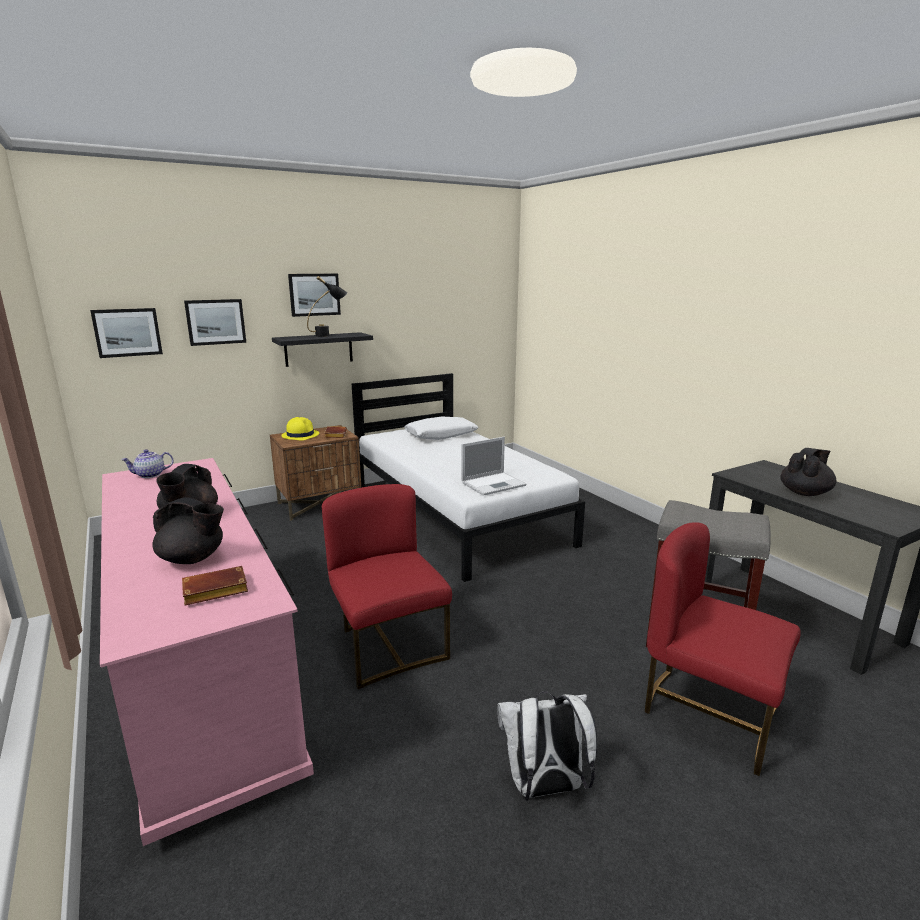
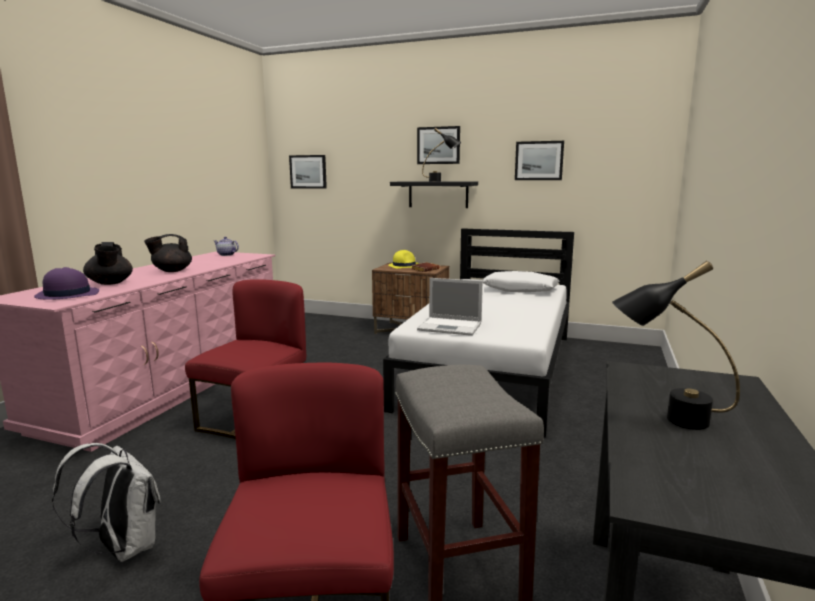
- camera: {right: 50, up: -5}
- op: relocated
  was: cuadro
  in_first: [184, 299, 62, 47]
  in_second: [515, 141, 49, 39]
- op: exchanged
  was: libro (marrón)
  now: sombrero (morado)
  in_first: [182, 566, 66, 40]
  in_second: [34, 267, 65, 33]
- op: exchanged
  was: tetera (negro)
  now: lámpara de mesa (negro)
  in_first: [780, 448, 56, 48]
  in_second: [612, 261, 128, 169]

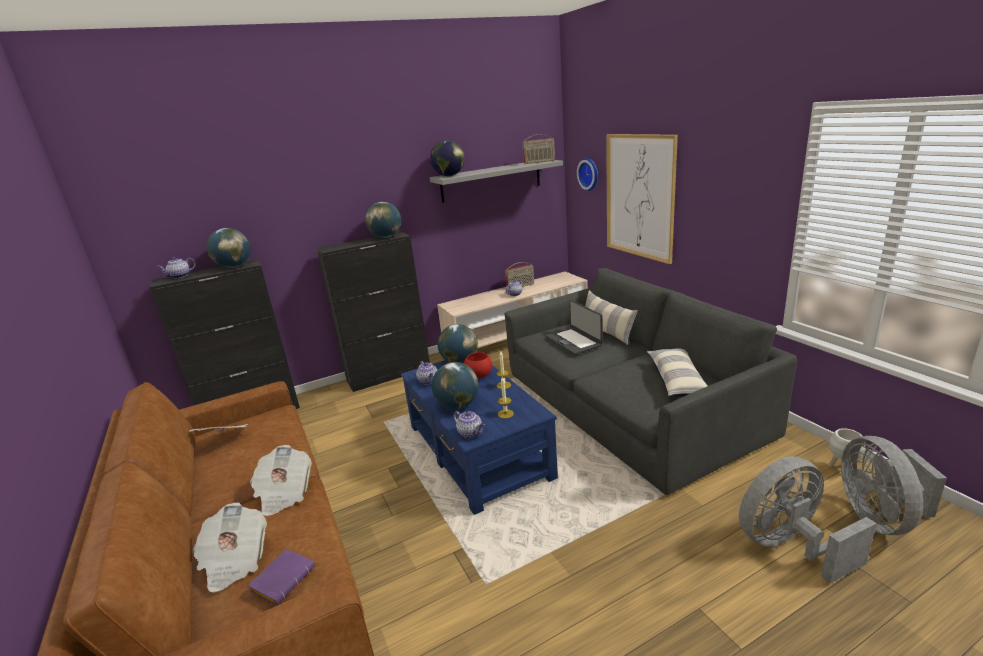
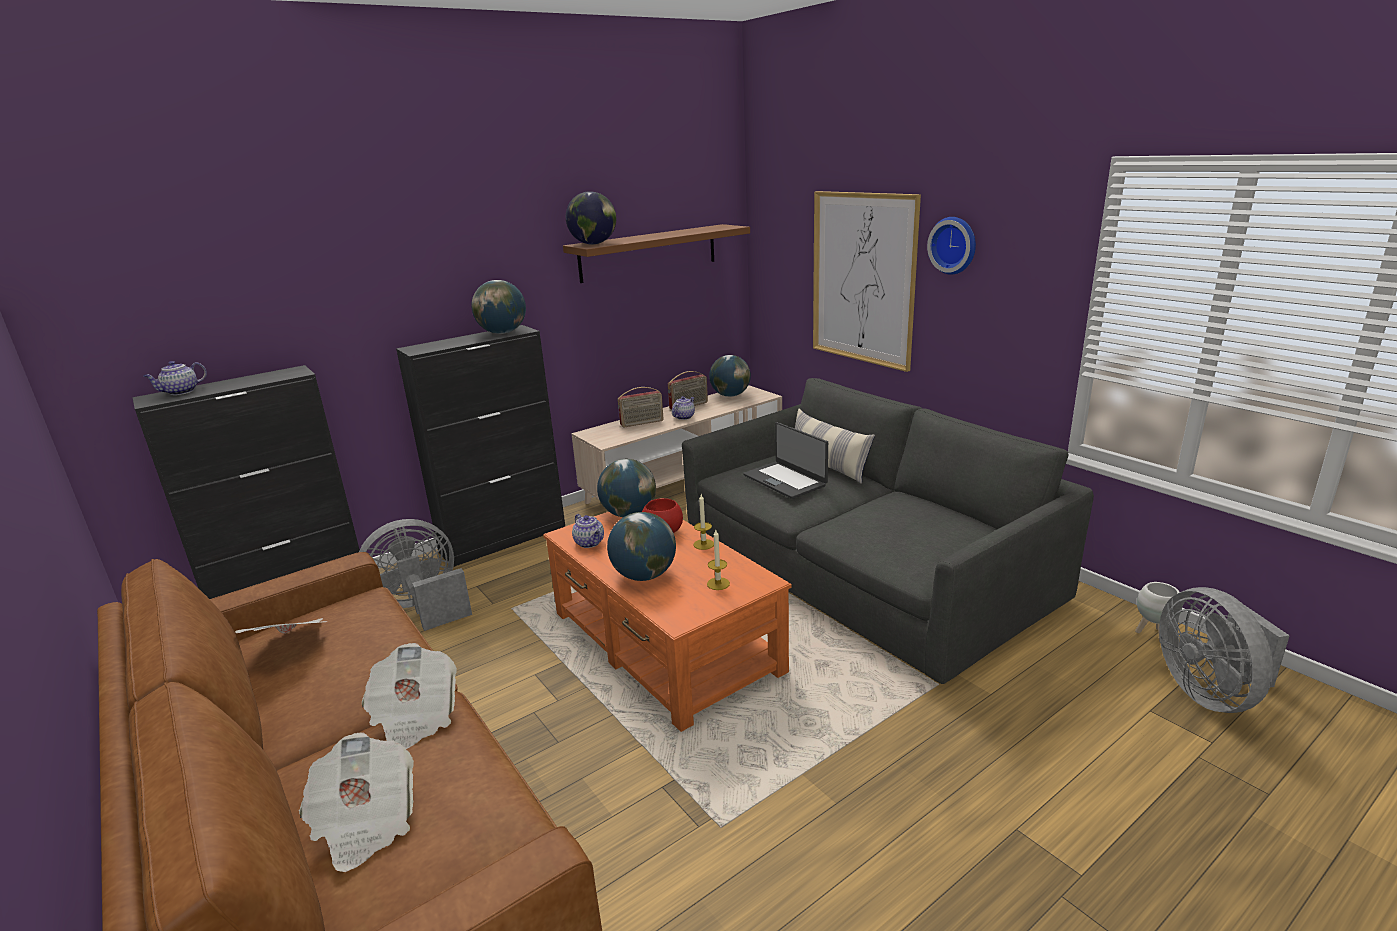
- camera: {right: -10, up: 0}
- op: missing
  was: libro (morado)
  in_first: [248, 549, 67, 57]
- op: missing
  was: tetera
  in_first: [453, 411, 31, 27]
- op: missing
  was: cojín
  in_first: [647, 349, 60, 48]
- op: relocated
  was: globo terráqueo
  in_first: [207, 228, 44, 40]
  in_second: [709, 355, 42, 42]
- op: relocated
  was: radio
  in_first: [523, 134, 32, 30]
  in_second: [618, 387, 45, 40]
- op: relocated
  was: reloj de pared
  in_first: [577, 158, 21, 33]
  in_second: [927, 217, 49, 58]
- op: relocated
  was: ventilador (gris)
  in_first: [739, 456, 138, 127]
  in_second: [359, 519, 113, 112]
- op: colour
  was: mesa de centro (azul)
  now: mesa de centro (naranja)
  in_first: [401, 360, 157, 155]
  in_second: [543, 512, 249, 220]
- op: colour
  was: estante (gris)
  now: estante (marrón)
  in_first: [430, 160, 133, 43]
  in_second: [563, 224, 187, 59]

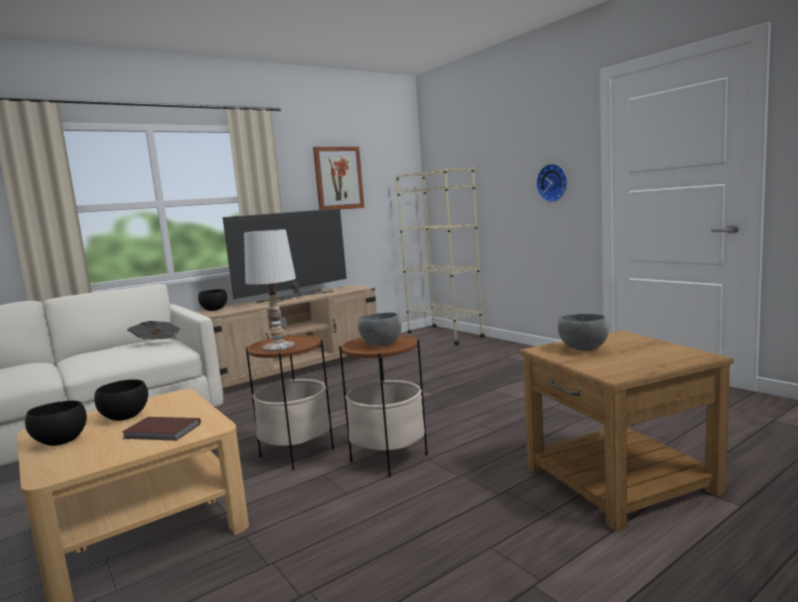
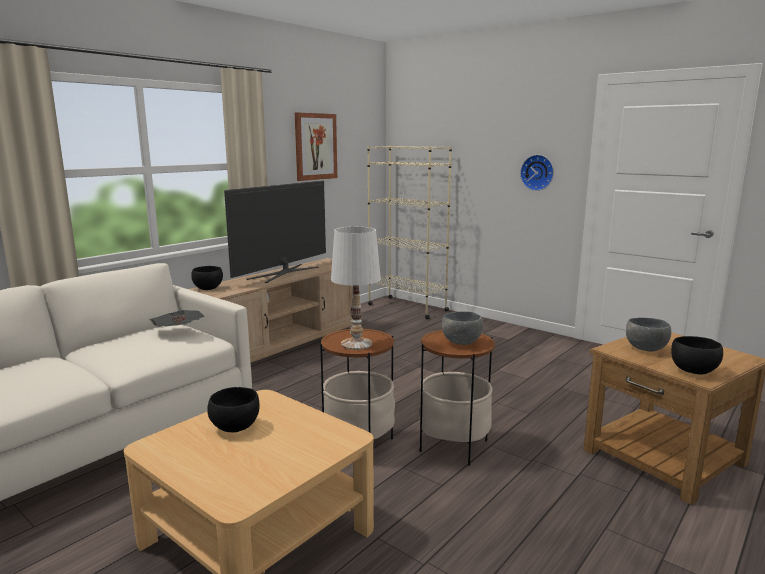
- camera: {right: -15, up: 5}
- op: missing
  was: libro (marrón)
  in_first: [122, 417, 79, 24]
- op: relocated
  was: cuenco (negro)
  in_first: [25, 401, 62, 45]
  in_second: [671, 336, 52, 39]

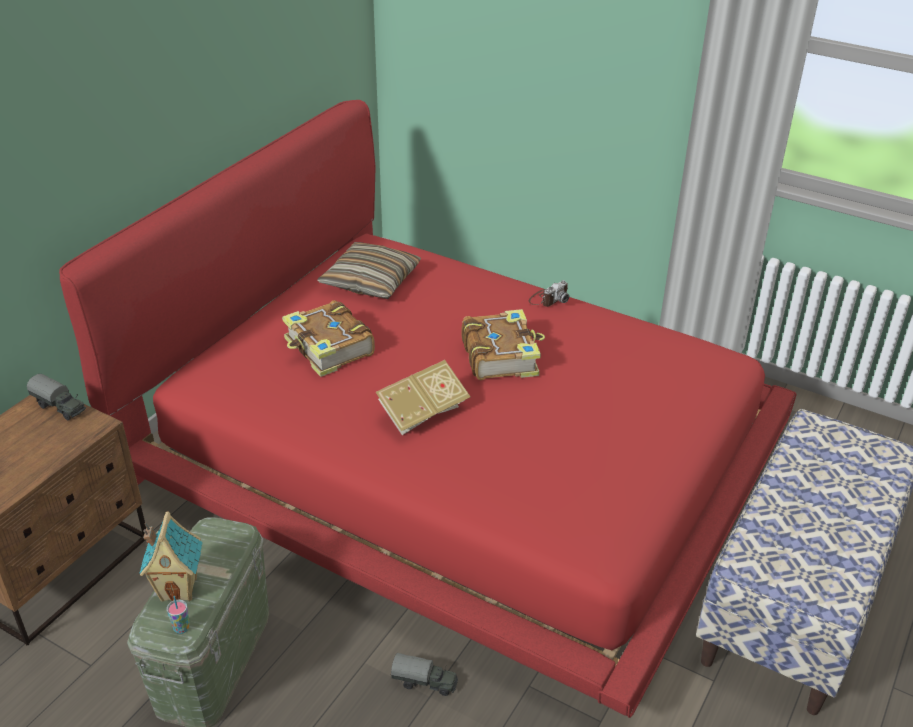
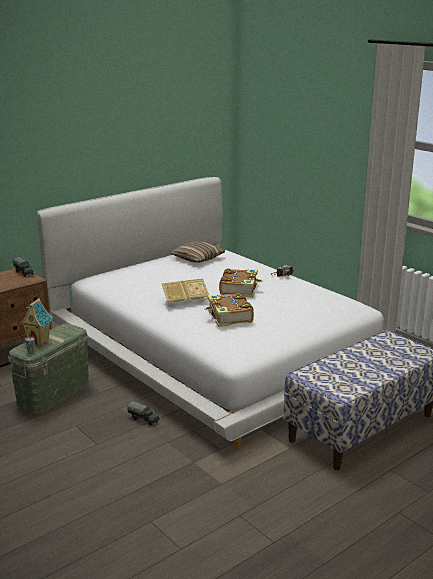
- camera: {right: 20, up: -15}
- op: relocated
  was: libro
  in_first: [282, 300, 93, 77]
  in_second: [205, 293, 49, 34]
- op: colour
  was: cama (rojo)
  now: cama (blanco)
  in_first: [59, 100, 737, 618]
  in_second: [37, 177, 347, 271]

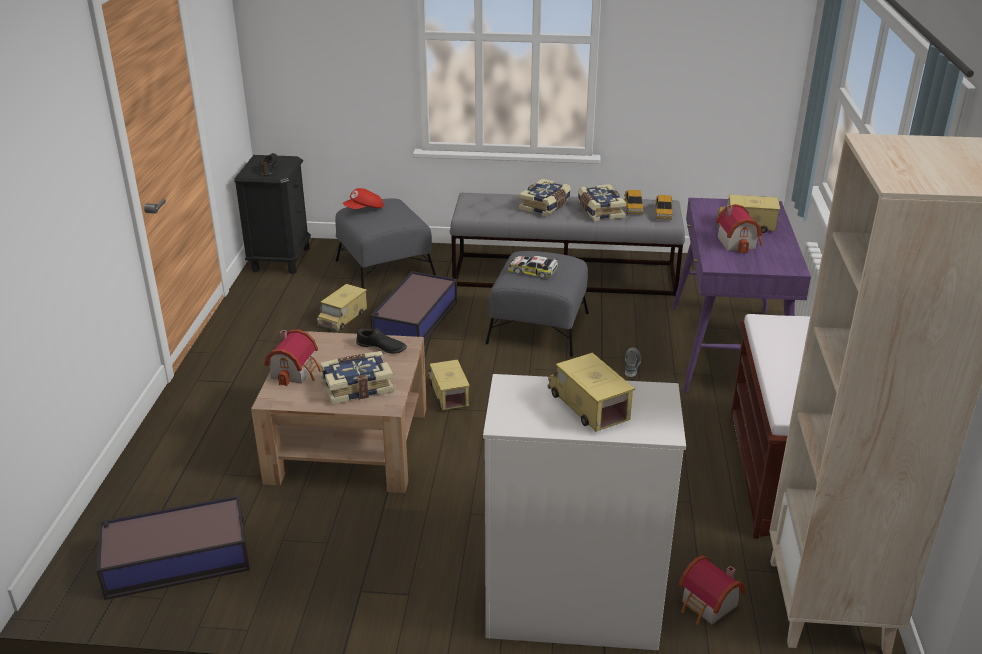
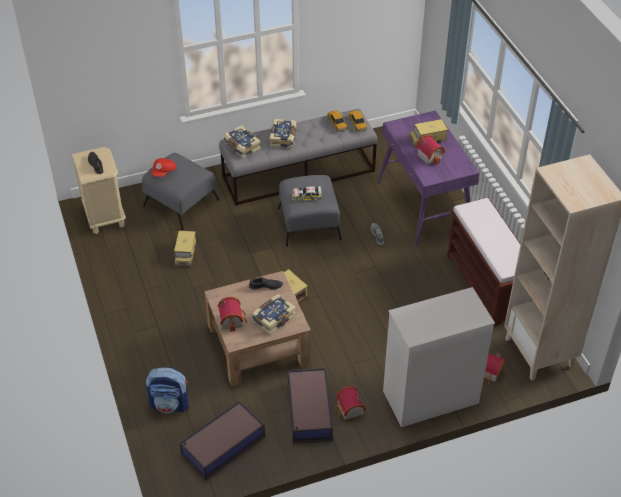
- camera: {right: -25, up: 15}
- op: missing
  was: camión de juguete
  in_first: [547, 353, 88, 79]
- op: appeared
  now: mochila
  in_second: [146, 367, 43, 46]
- op: appeared
  now: casita
  in_second: [334, 386, 32, 34]
- op: relocated
  was: caja de almacenaje
  in_first: [370, 271, 87, 72]
  in_second: [288, 368, 45, 76]
- op: relocated
  was: libro
  in_first: [578, 184, 49, 37]
  in_second: [224, 125, 37, 33]
- op: colour
  was: mesita de noche (negro)
  now: mesita de noche (beis)
  in_first: [234, 155, 77, 119]
  in_second: [72, 147, 54, 87]

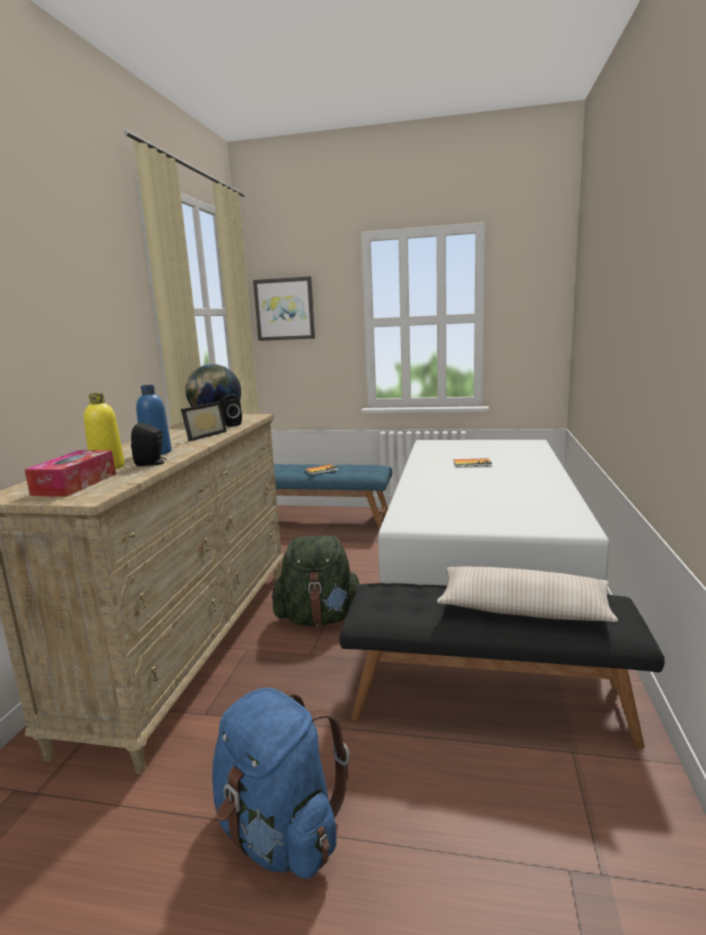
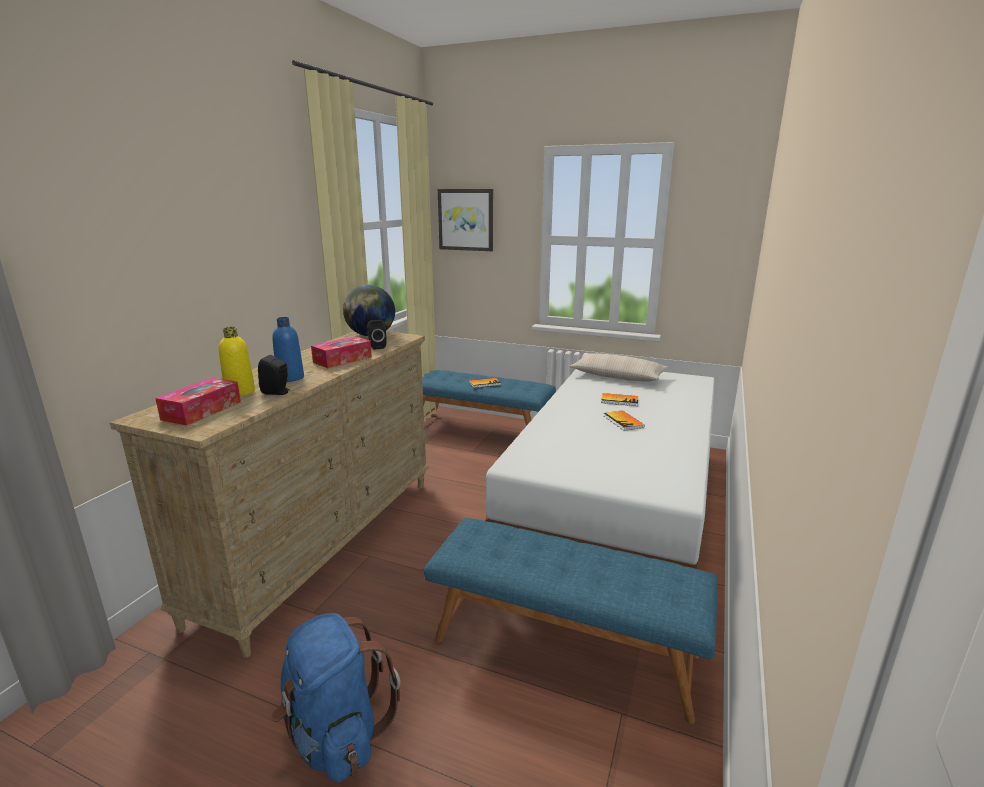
- camera: {right: 10, up: 5}
- op: missing
  was: mochila (verde)
  in_first: [272, 535, 89, 91]
- op: appeared
  now: libro
  in_second: [604, 410, 41, 21]
- op: relocated
  was: cojín (beis)
  in_first: [437, 566, 181, 56]
  in_second: [569, 353, 99, 29]
- op: exchanged
  was: portarretratos
  now: caja de pañuelos
  in_first: [181, 401, 46, 41]
  in_second: [311, 336, 61, 32]
- op: colour
  was: banco (negro)
  now: banco (azul)
  in_first: [339, 583, 326, 166]
  in_second: [424, 518, 294, 206]

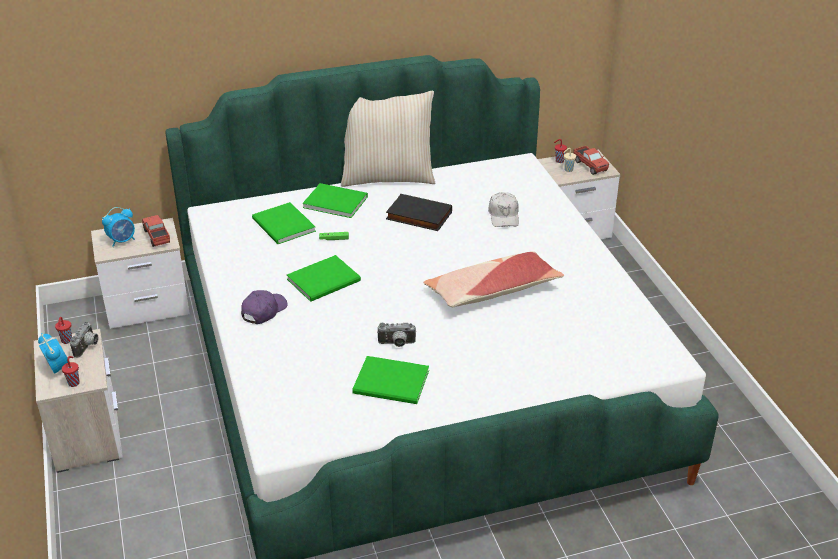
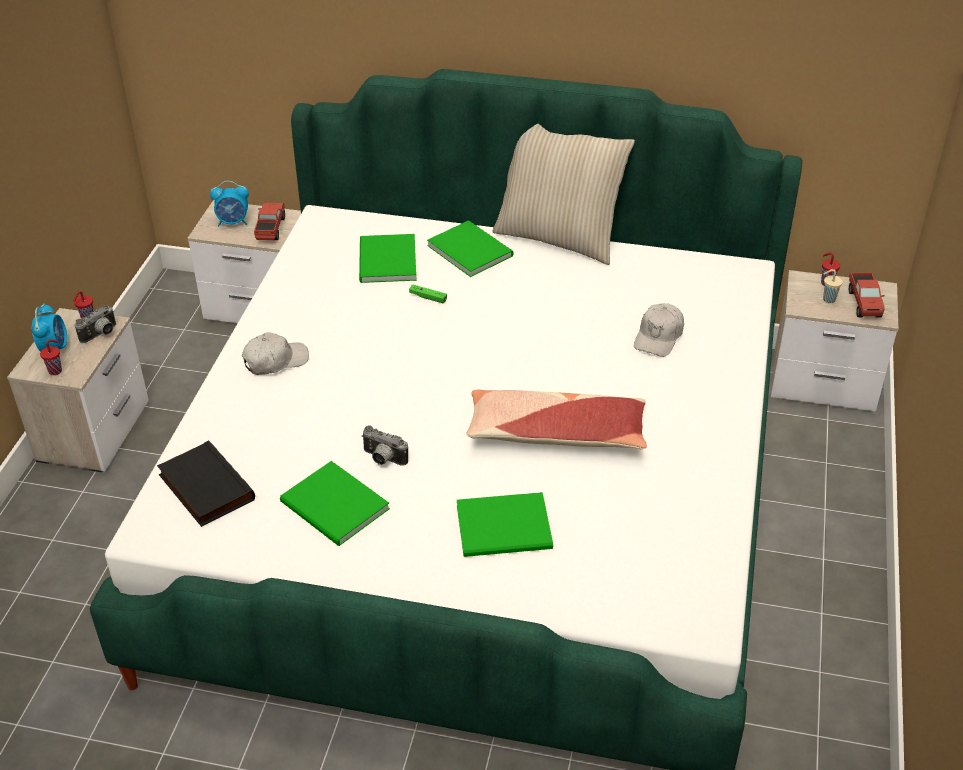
- camera: {right: 30, up: 5}
- op: relocated
  was: libro (verde)
  in_first: [287, 255, 74, 47]
  in_second: [457, 492, 96, 65]
- op: relocated
  was: libro (negro)
  in_first: [386, 194, 66, 37]
  in_second: [157, 440, 98, 87]
- op: colour
  was: gorra (morado)
  now: gorra (blanco)
  in_first: [241, 290, 47, 34]
  in_second: [242, 332, 67, 43]

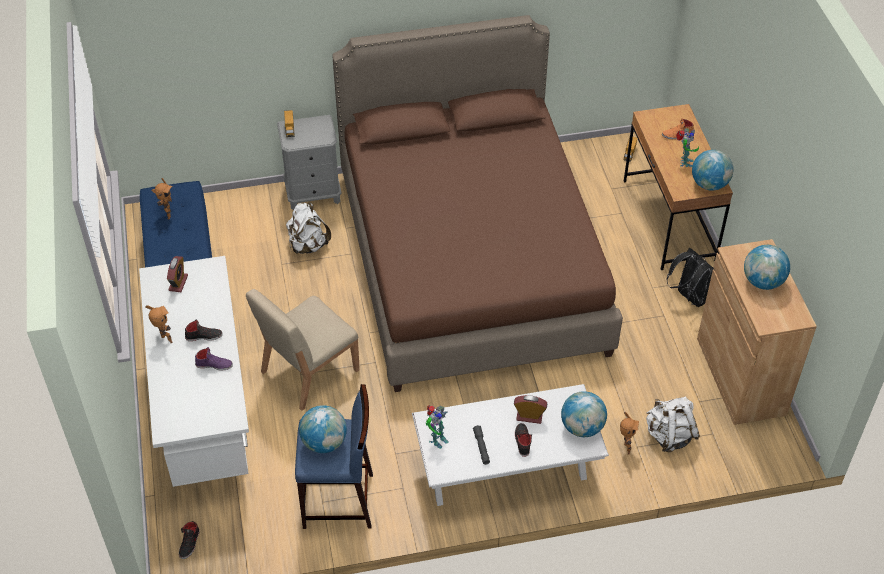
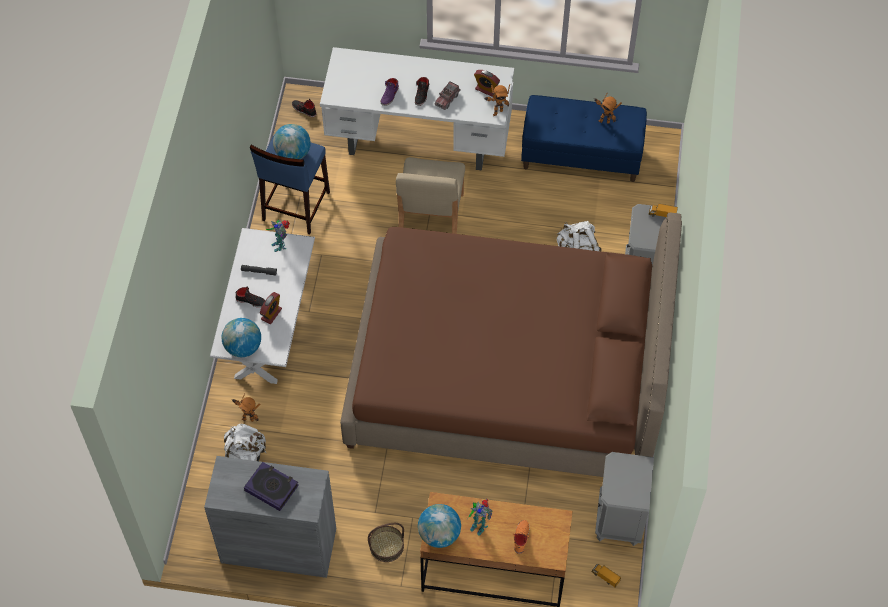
- camera: {right: 110, up: 10}
- op: appeared
  now: camión de juguete
  in_second: [434, 82, 27, 28]
- op: appeared
  now: mesita de noche (gris)
  in_second: [595, 452, 59, 94]
- op: relocated
  was: robot de juguete
  in_first: [145, 305, 28, 38]
  in_second: [485, 84, 25, 32]
- op: exchanged
  was: mochila (negro)
  now: cesta
  in_first: [666, 248, 48, 59]
  in_second: [368, 523, 36, 39]
- op: exchanged
  was: globo terráqueo
  now: libro
  in_first: [744, 245, 46, 45]
  in_second: [244, 462, 55, 49]
- op: colour
  was: armario (marrón)
  now: armario (gris)
  in_first: [697, 239, 120, 186]
  in_second: [204, 456, 132, 122]
- op: spun
  was: silla (beis)
  in_first: [246, 289, 114, 122]
  in_second: [396, 157, 69, 77]
  clockwise: -150

